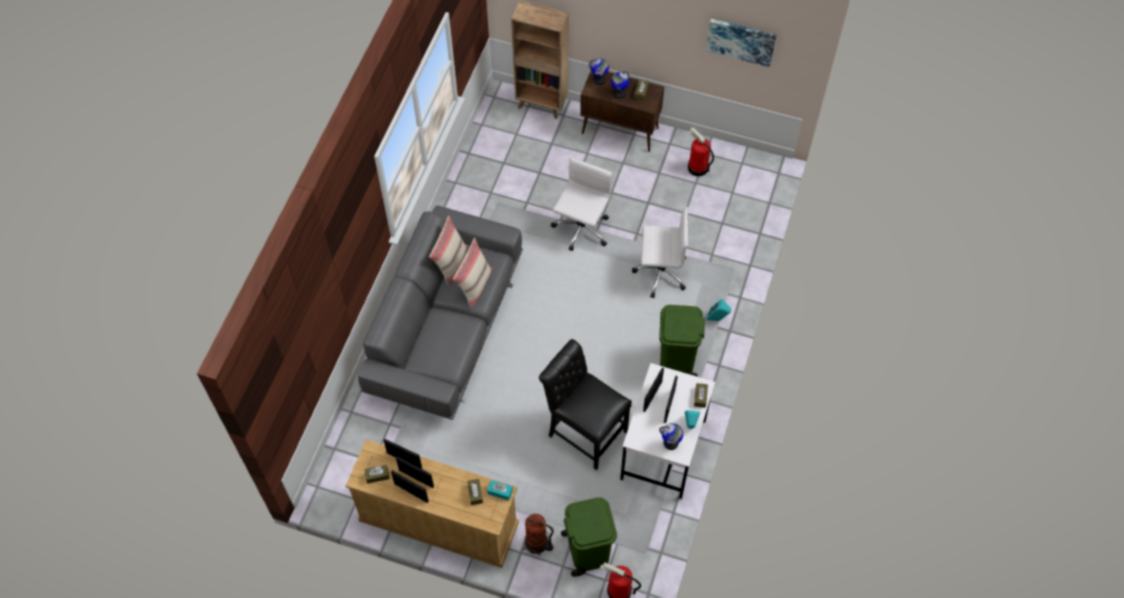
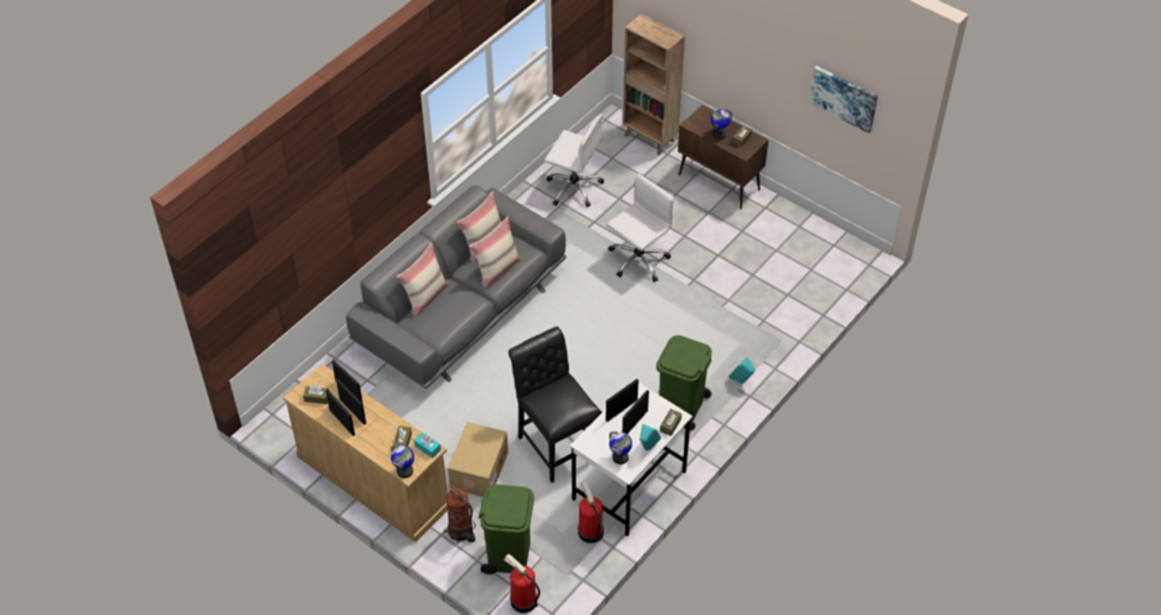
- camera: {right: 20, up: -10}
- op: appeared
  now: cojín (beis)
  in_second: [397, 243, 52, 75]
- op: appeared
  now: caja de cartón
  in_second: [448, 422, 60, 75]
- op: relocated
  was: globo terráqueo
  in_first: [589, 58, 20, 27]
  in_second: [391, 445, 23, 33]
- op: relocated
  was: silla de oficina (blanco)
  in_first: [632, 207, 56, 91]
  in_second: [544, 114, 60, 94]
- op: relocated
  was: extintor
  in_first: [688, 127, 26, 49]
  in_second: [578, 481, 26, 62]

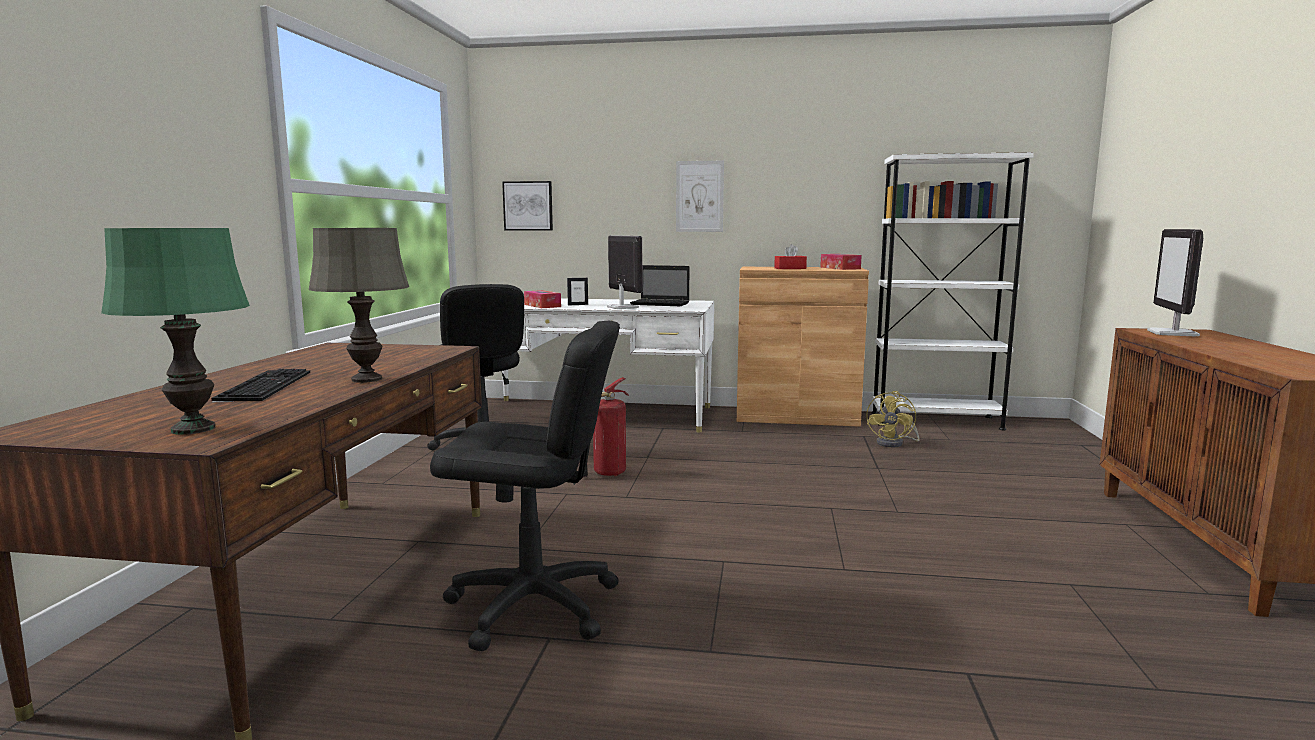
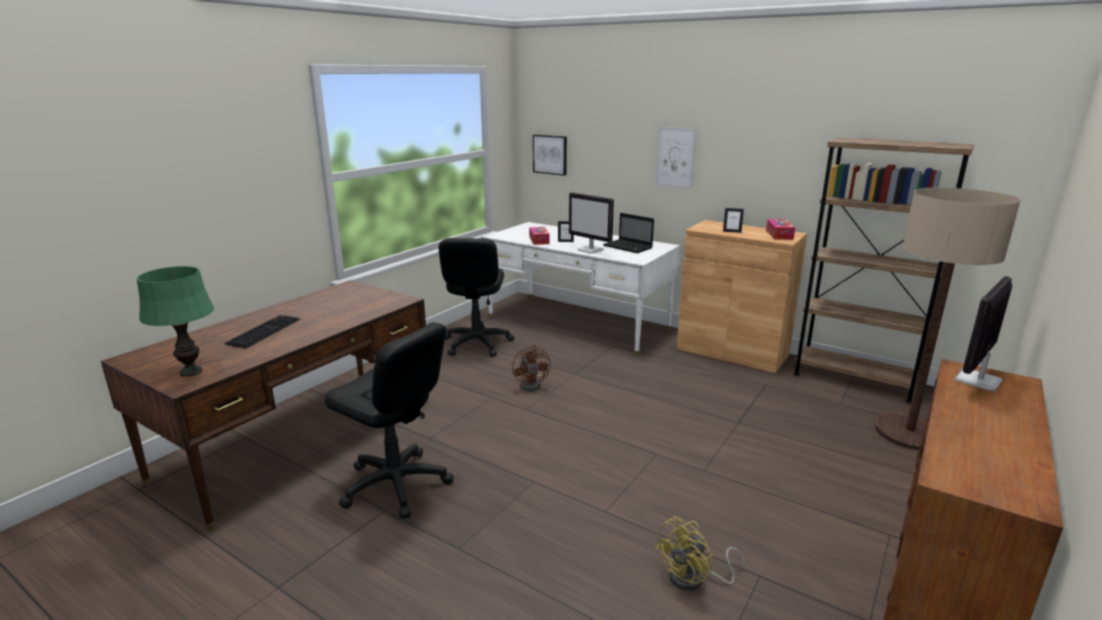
- camera: {right: 25, up: 10}
- op: missing
  was: lámpara de mesa (gris)
  in_first: [309, 228, 100, 155]
- op: appeared
  now: lámpara de pie
  in_second: [875, 188, 146, 262]
- op: relocated
  was: ventilador (amarillo)
  in_first: [866, 391, 54, 56]
  in_second: [654, 517, 90, 74]
- op: exchanged
  was: extintor
  now: ventilador (marrón)
  in_first: [583, 377, 46, 100]
  in_second: [512, 345, 39, 46]
- op: exchanged
  was: caja de pañuelos (rojo)
  now: portarretratos
  in_first: [774, 244, 33, 25]
  in_second: [723, 208, 21, 25]
- op: colour
  was: estantería (blanco)
  now: estantería (marrón)
  in_first: [871, 152, 163, 278]
  in_second: [793, 137, 181, 267]
- op: spun
  was: monitor
  in_first: [607, 235, 36, 74]
  in_second: [569, 192, 45, 62]
  clockwise: 135

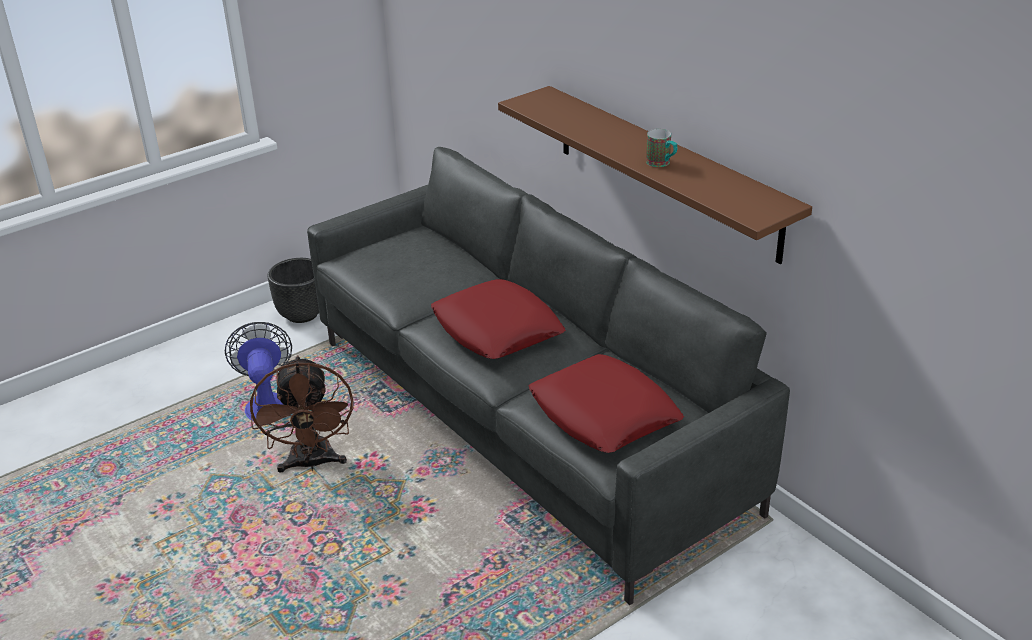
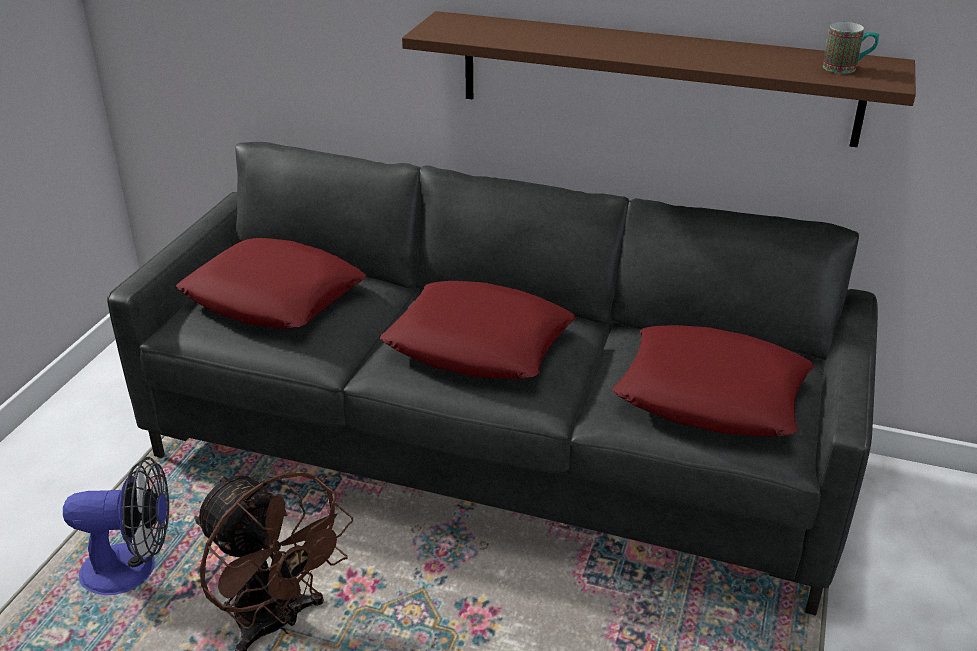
- camera: {right: -35, up: 0}
- op: missing
  was: maceta (negro)
  in_first: [268, 258, 51, 65]
- op: appeared
  now: cojín (rojo)
  in_second: [176, 238, 190, 90]
- op: relocated
  was: taza grande
  in_first: [646, 129, 31, 38]
  in_second: [823, 22, 56, 52]
- op: spun
  was: ventilador
  in_first: [225, 322, 67, 98]
  in_second: [63, 457, 106, 138]
  clockwise: 135

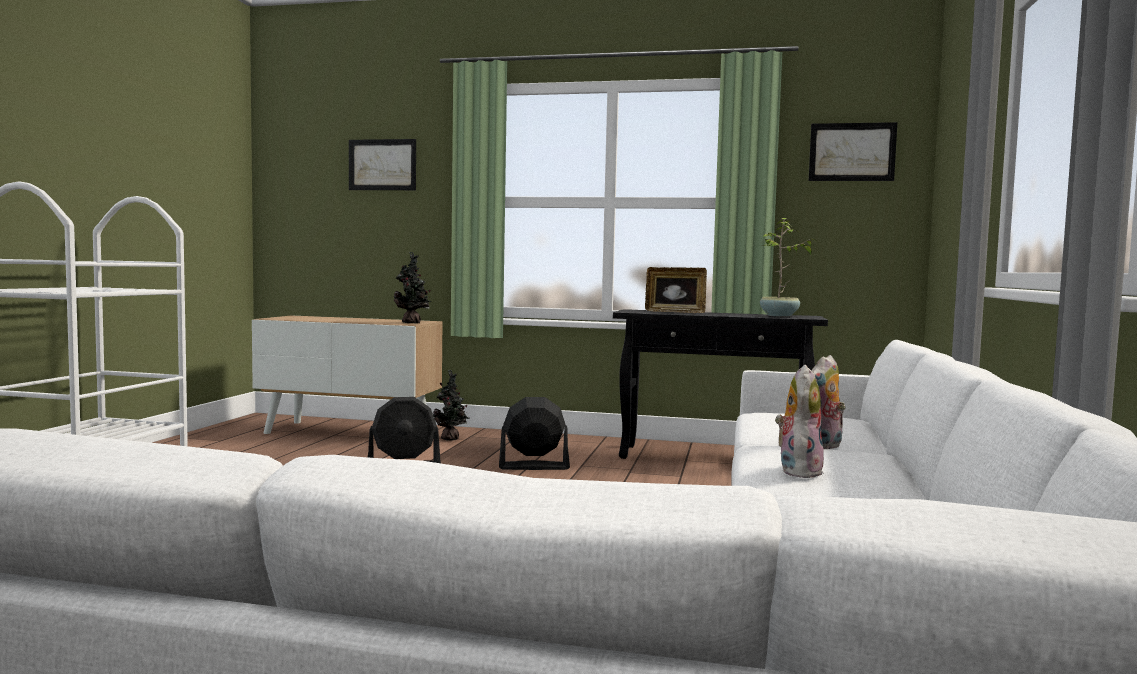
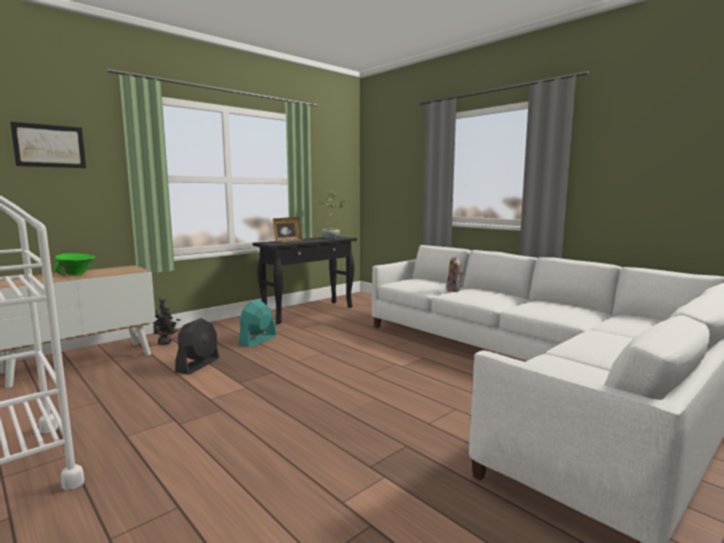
- camera: {right: -55, up: 5}
- op: missing
  was: planta en maceta
  in_first: [394, 252, 37, 71]
- op: missing
  was: peluche
  in_first: [775, 365, 49, 113]
- op: missing
  was: cuadro
  in_first: [809, 122, 89, 59]
- op: appeared
  now: cuenco (verde)
  in_second: [54, 253, 41, 23]
- op: colour
  was: ventilador (negro)
  now: ventilador (turquesa)
  in_first: [499, 397, 71, 73]
  in_second: [239, 300, 38, 47]

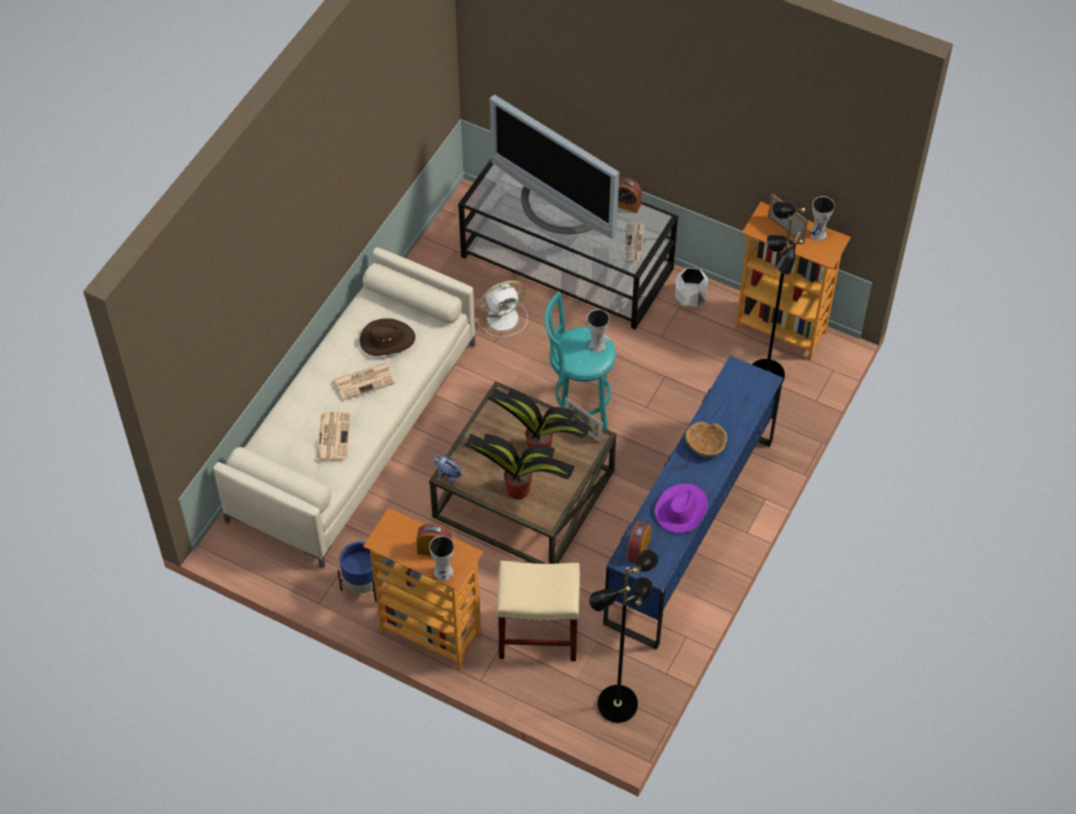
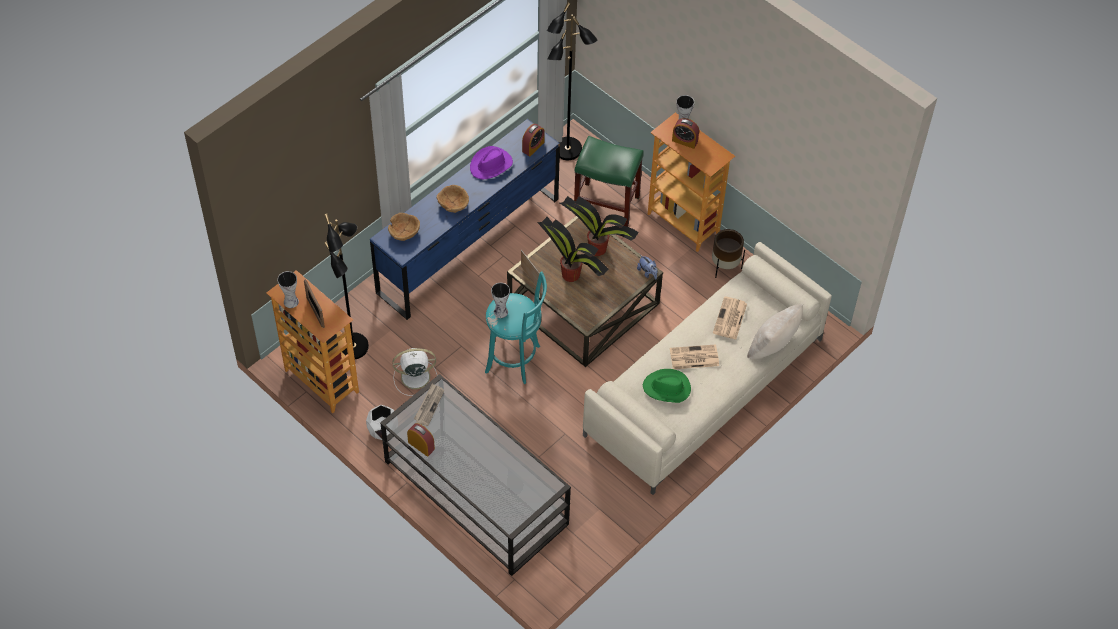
- camera: {right: -165, up: 0}
- op: missing
  was: televisor
  in_first: [490, 94, 129, 145]
- op: appeared
  now: cuenco (marrón)
  in_second: [388, 213, 32, 28]
- op: appeared
  now: cojín (beis)
  in_second: [747, 304, 56, 55]
- op: relocated
  was: ventilador (blanco)
  in_first: [475, 280, 53, 57]
  in_second: [392, 348, 46, 48]
- op: colour
  was: maceta (azul)
  now: maceta (marrón)
  in_first: [338, 542, 41, 60]
  in_second: [712, 229, 33, 49]
- op: colour
  was: sombrero (marrón)
  now: sombrero (verde)
  in_first: [360, 318, 55, 38]
  in_second: [643, 369, 48, 34]
- op: colour
  was: taburete (beis)
  now: taburete (verde)
  in_first: [497, 561, 83, 100]
  in_second: [574, 136, 70, 91]

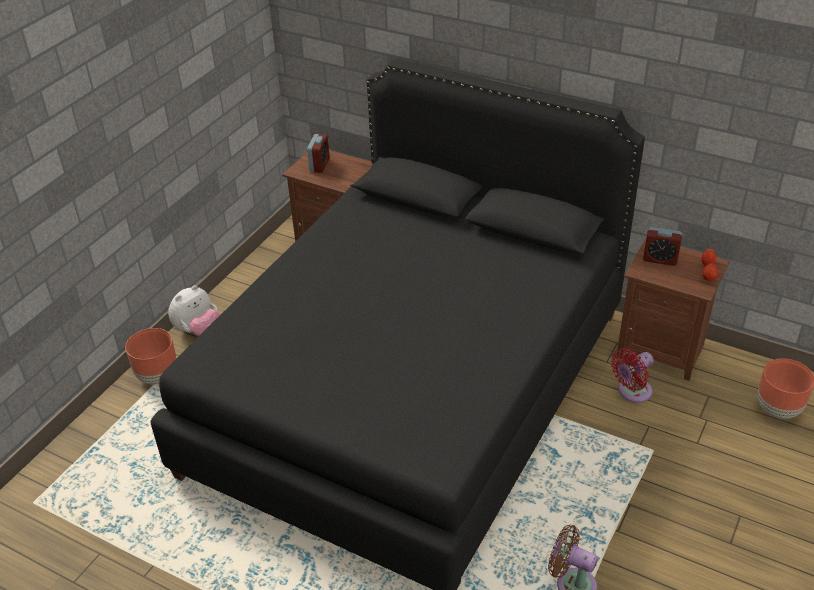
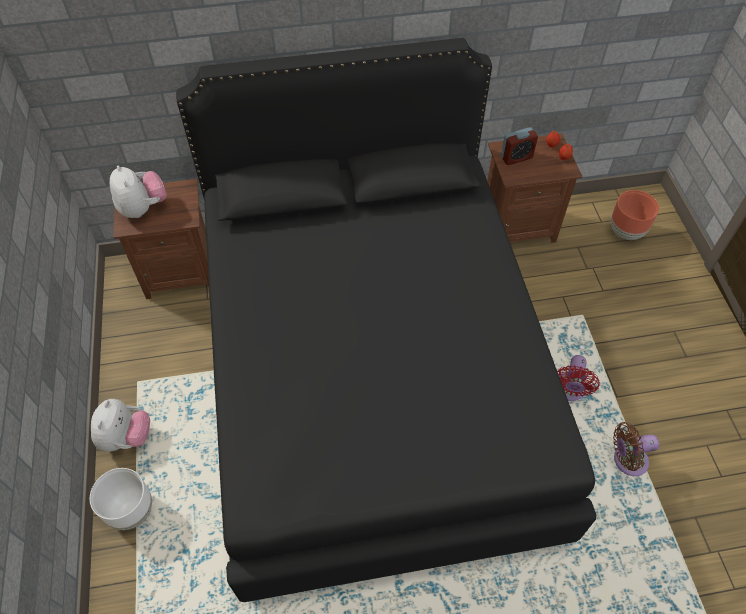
- camera: {right: -40, up: 15}
- op: relocated
  was: ventilador (rojo)
  in_first: [611, 348, 43, 55]
  in_second: [557, 355, 43, 46]
- op: exchanged
  was: despertador
  now: peluche
  in_first: [307, 134, 23, 39]
  in_second: [110, 165, 57, 53]
- op: colour
  was: maceta (marrón)
  now: maceta (blanco)
  in_first: [125, 328, 52, 57]
  in_second: [90, 468, 62, 62]

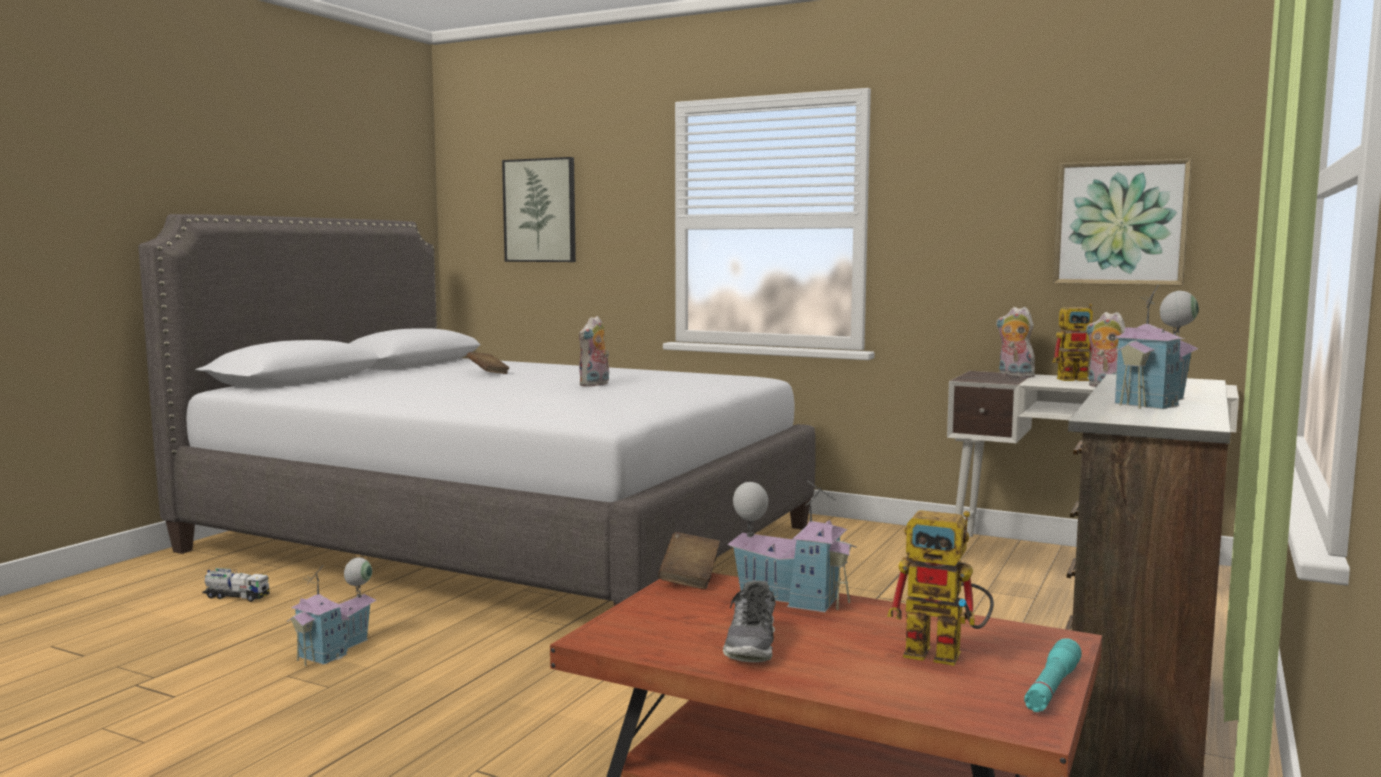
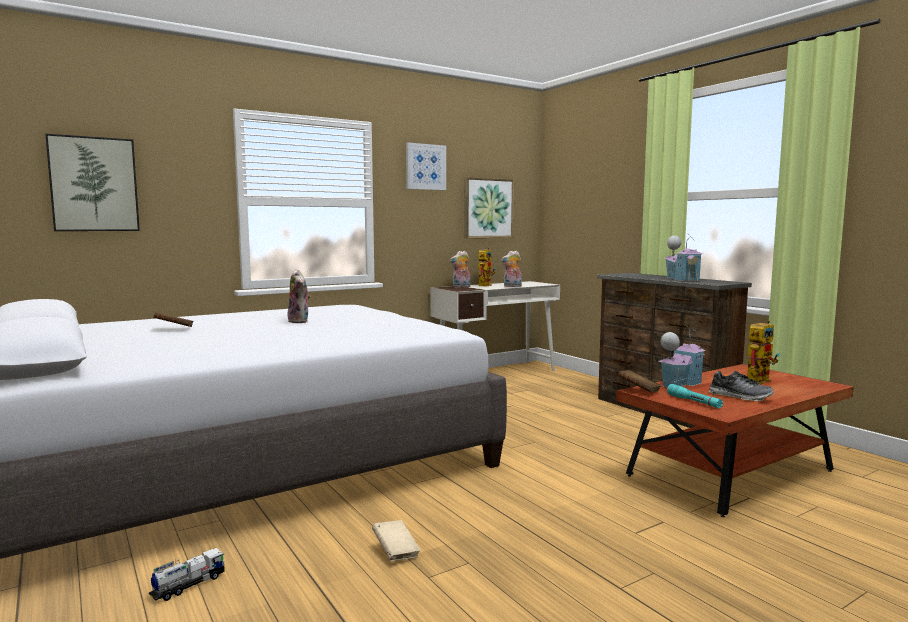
- camera: {right: -60, up: 0}
- op: appeared
  now: cuadro
  in_second: [406, 143, 40, 47]
- op: relocated
  was: linterna (turquesa)
  in_first: [1024, 638, 58, 74]
  in_second: [667, 384, 56, 25]
- op: exchanged
  was: casita
  now: libro (beis)
  in_first: [286, 558, 90, 108]
  in_second: [372, 520, 49, 41]

